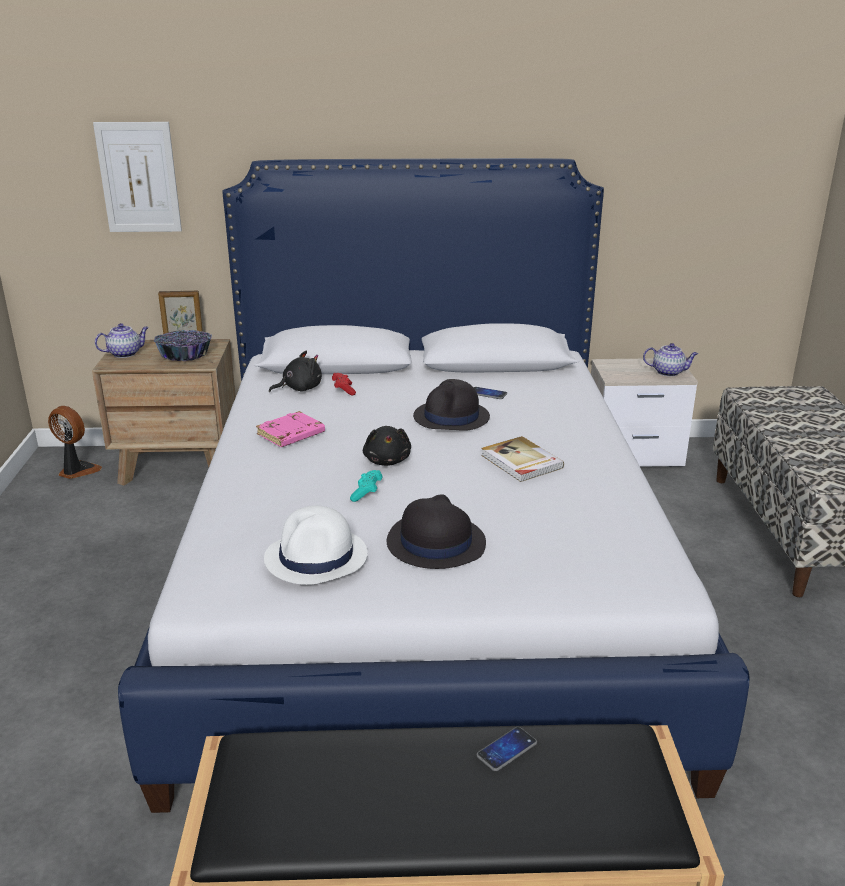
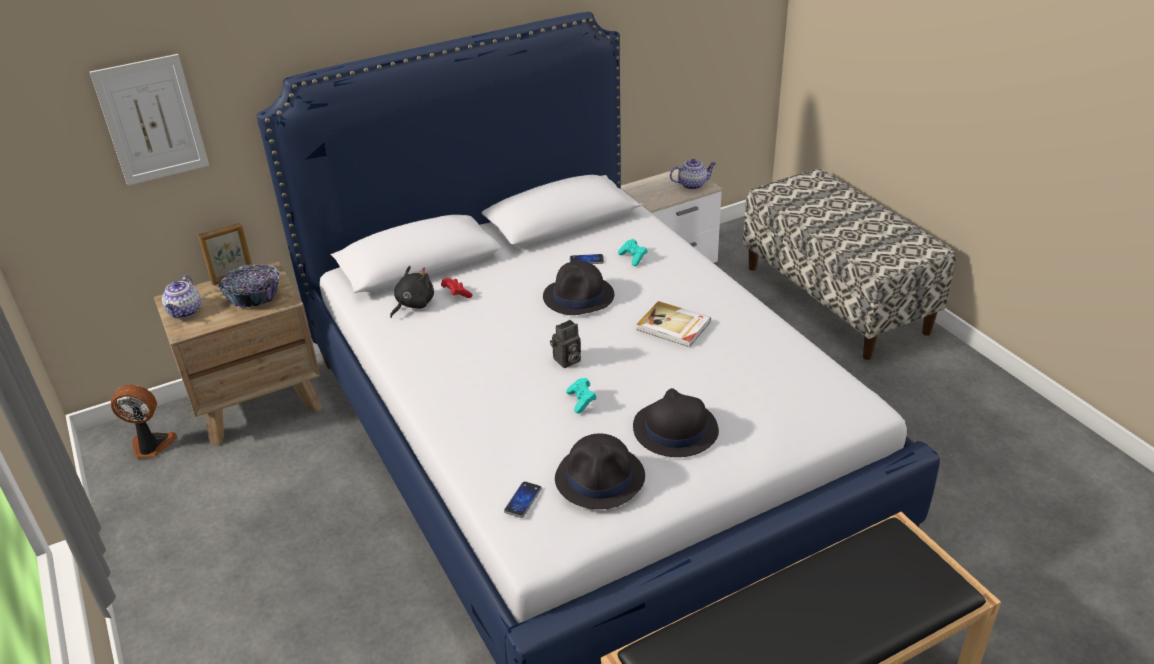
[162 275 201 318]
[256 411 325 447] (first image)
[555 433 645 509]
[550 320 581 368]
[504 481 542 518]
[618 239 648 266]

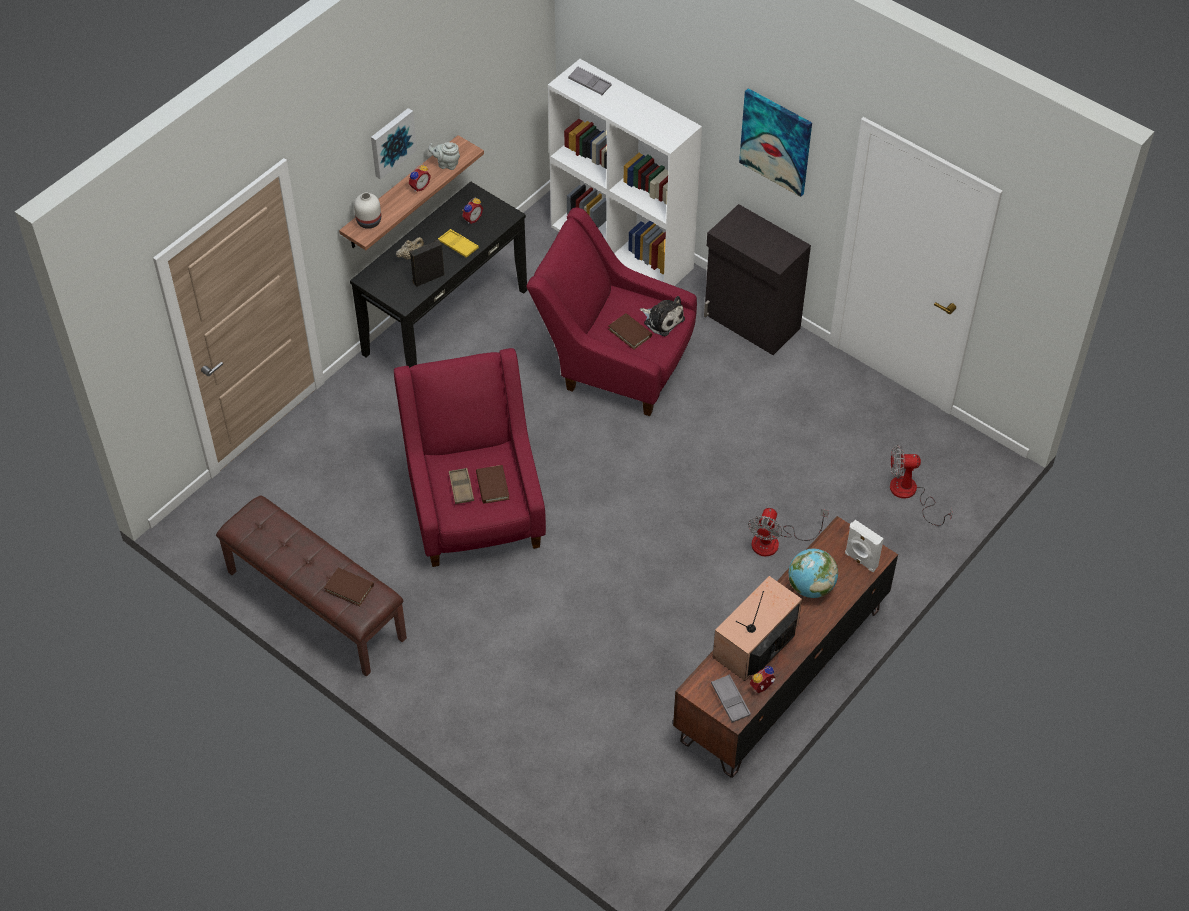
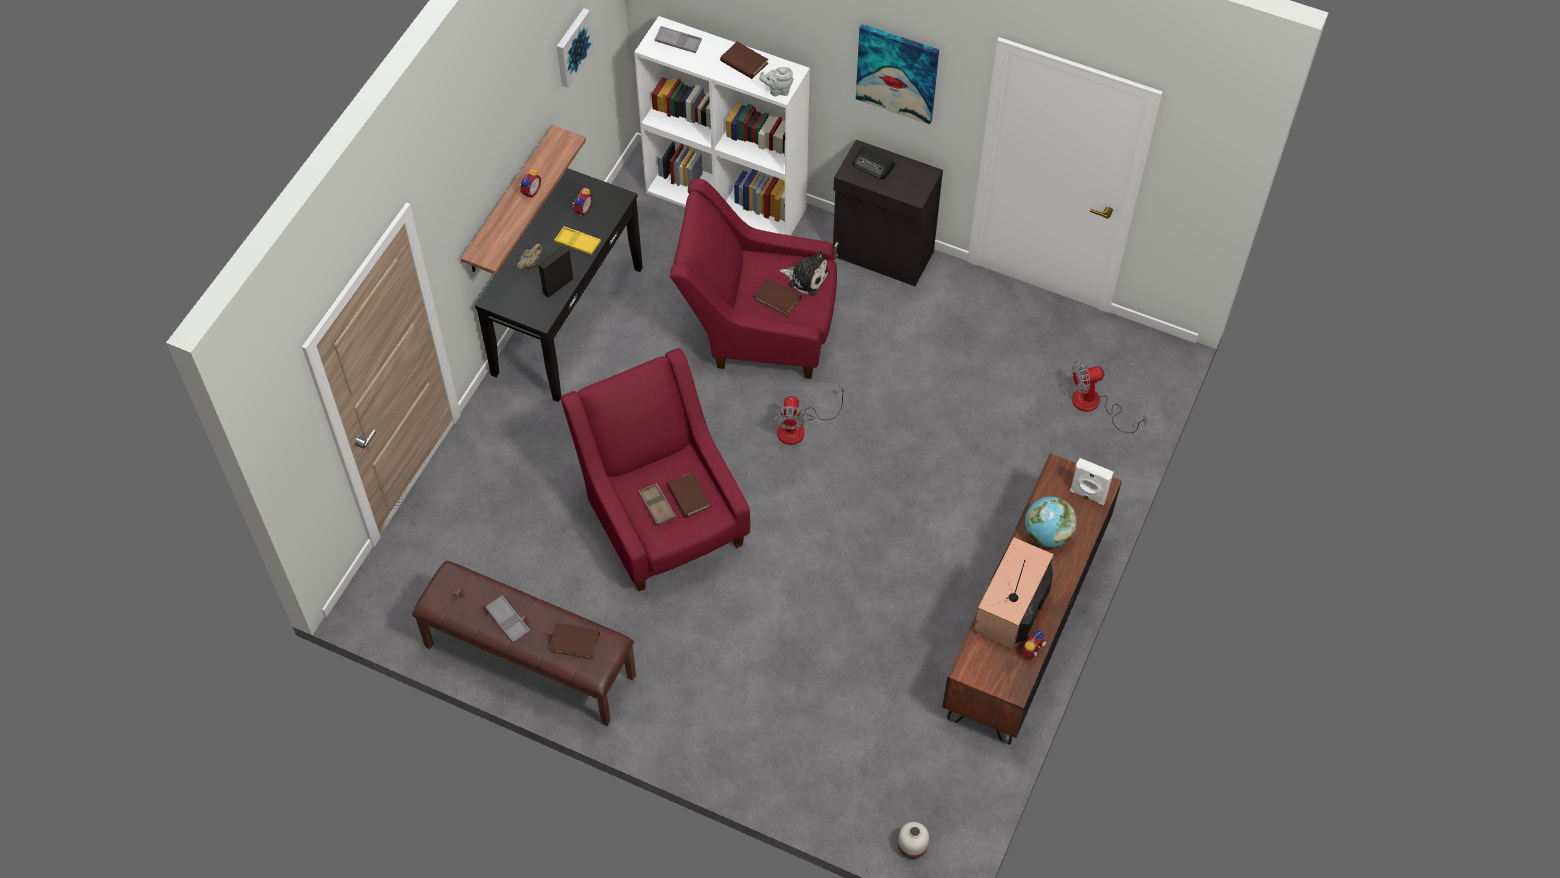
[898 822 929 859]
[557 8 594 88]
[759 67 794 96]
[485 595 530 643]
[773 385 847 445]
[720 41 768 79]
[853 147 895 179]

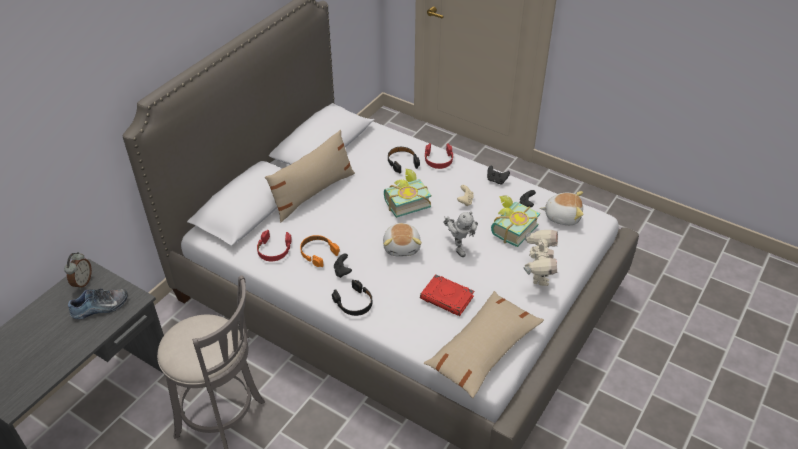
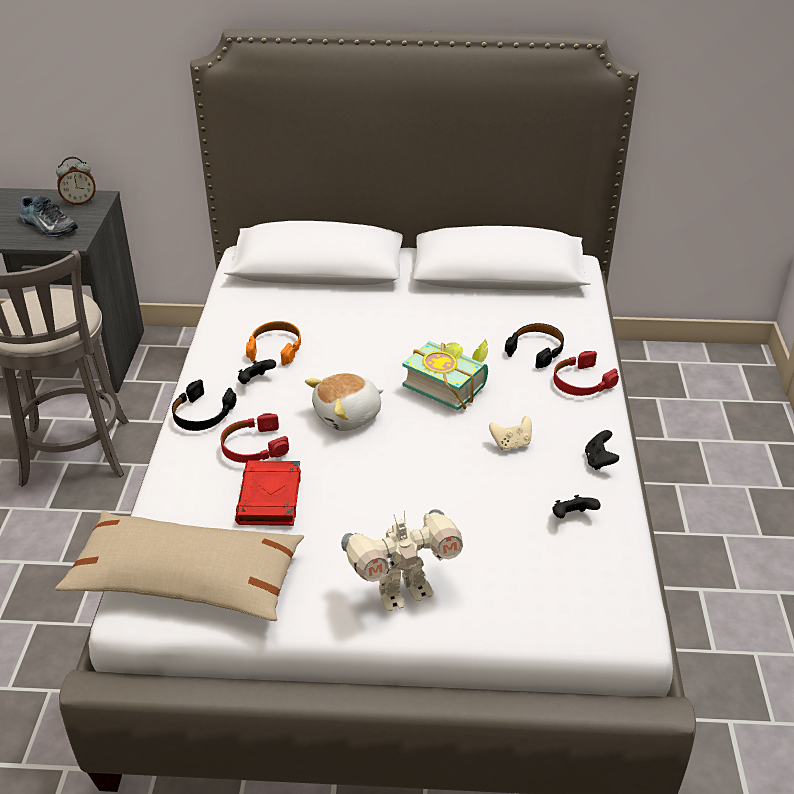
[221 413 289 463]
[265 130 355 222] (first image)
[443 211 478 257] (first image)
[491 196 540 247] (first image)
[540 191 584 225] (first image)

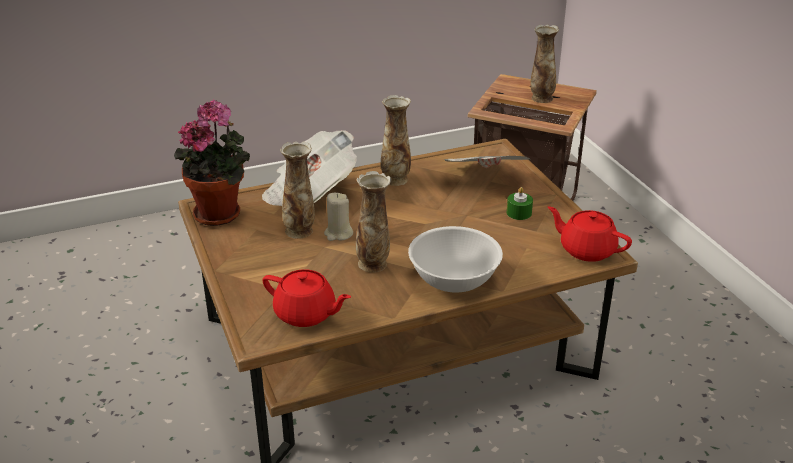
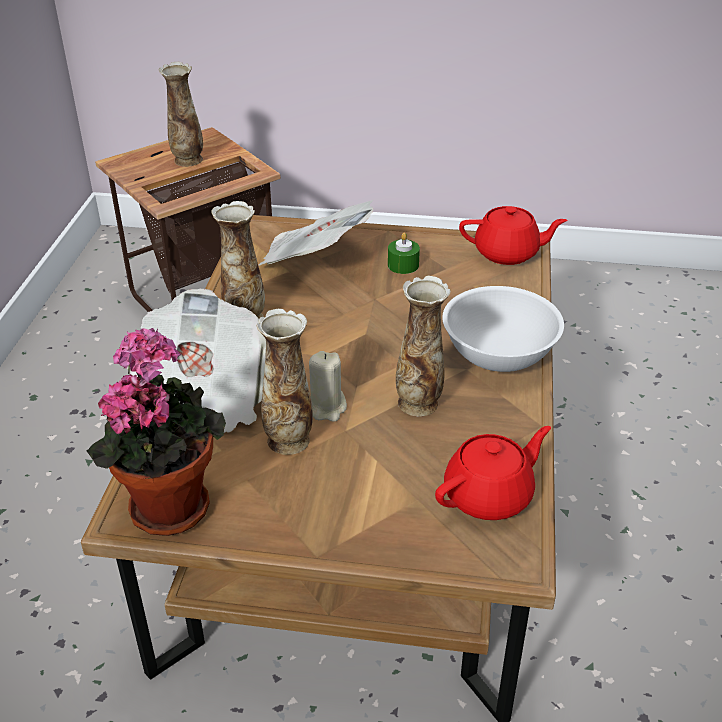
[459 206 567 265]

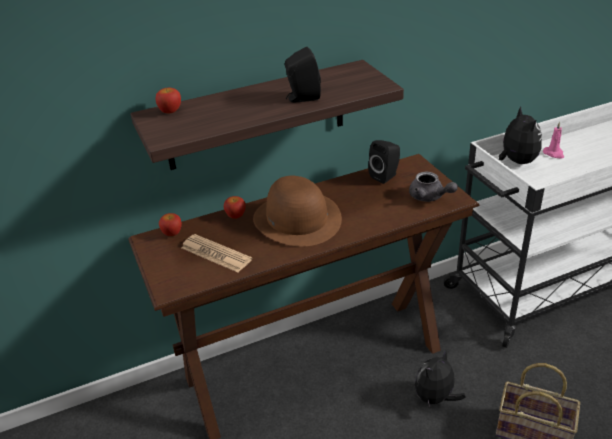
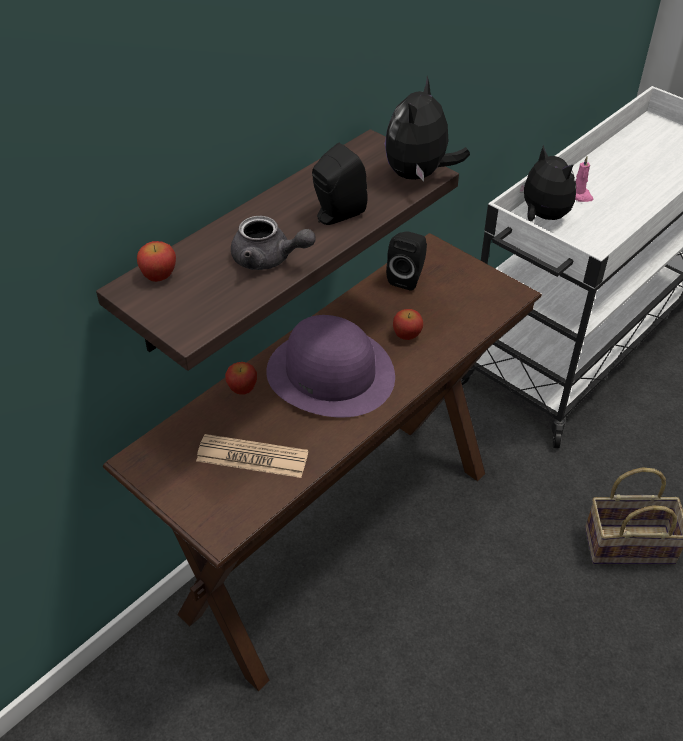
[393 309 423 340]
[266 315 395 417]
[231 216 316 270]
[385 76 470 182]

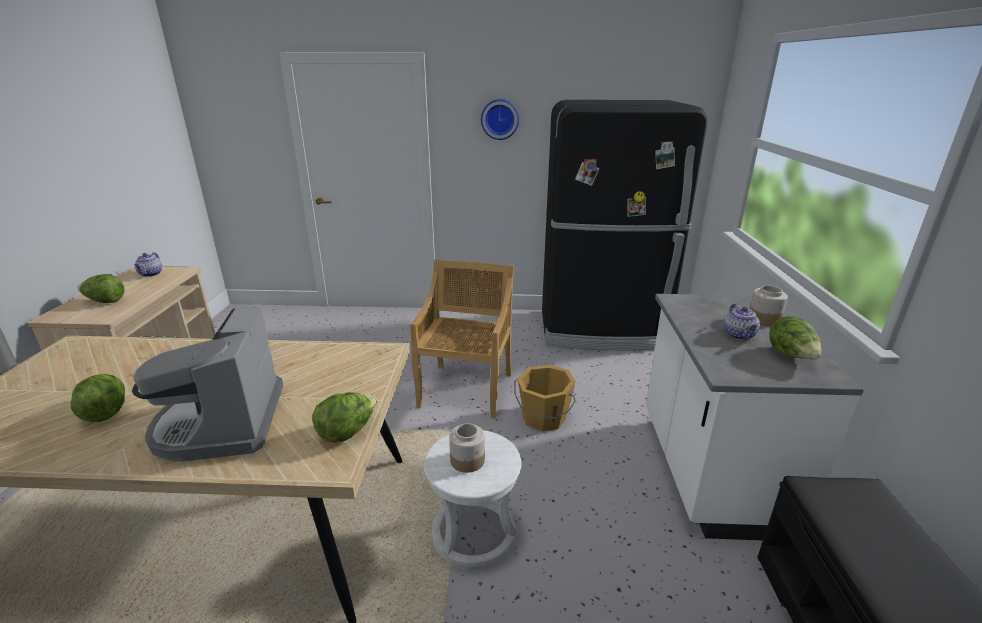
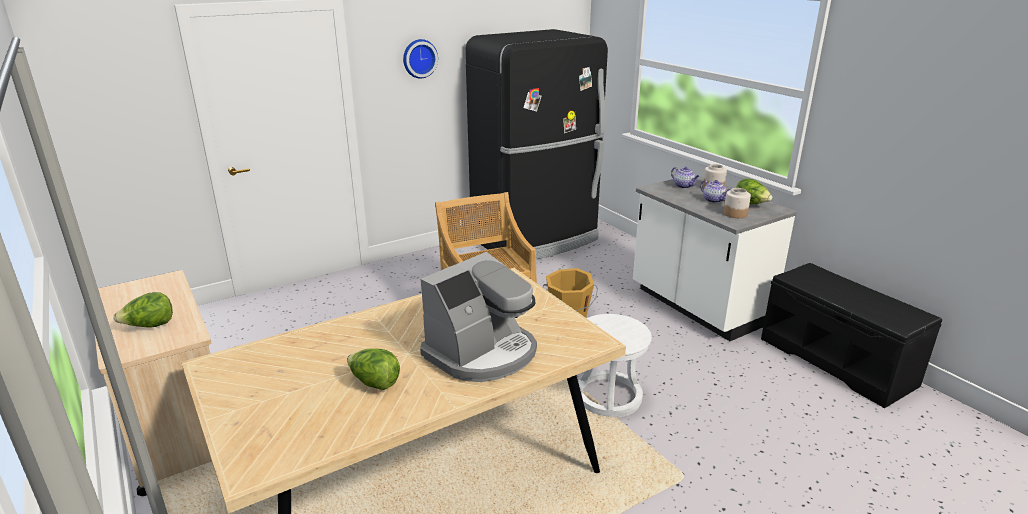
[420 252 537 382]
[671 167 700 188]
[312 392 377 443] (first image)
[724 188 751 218]

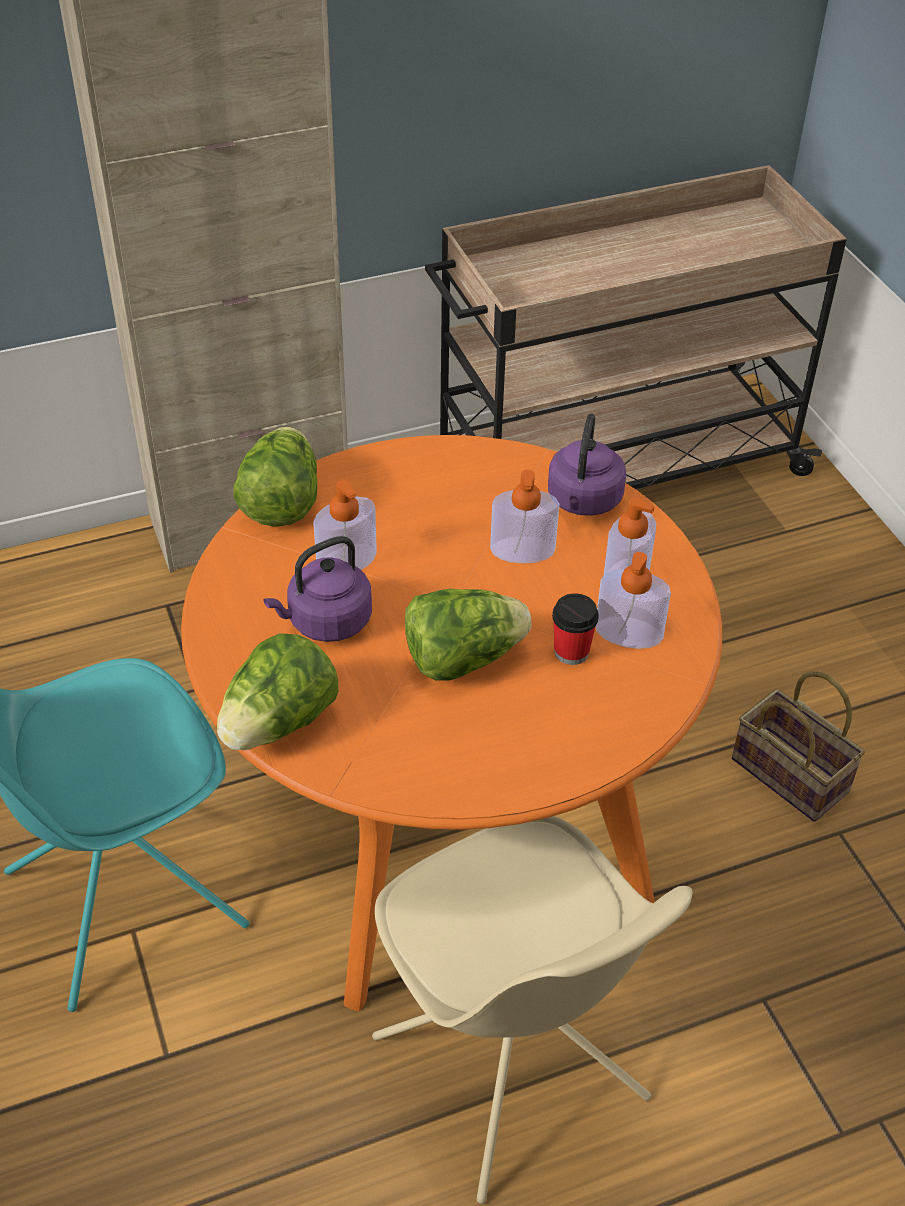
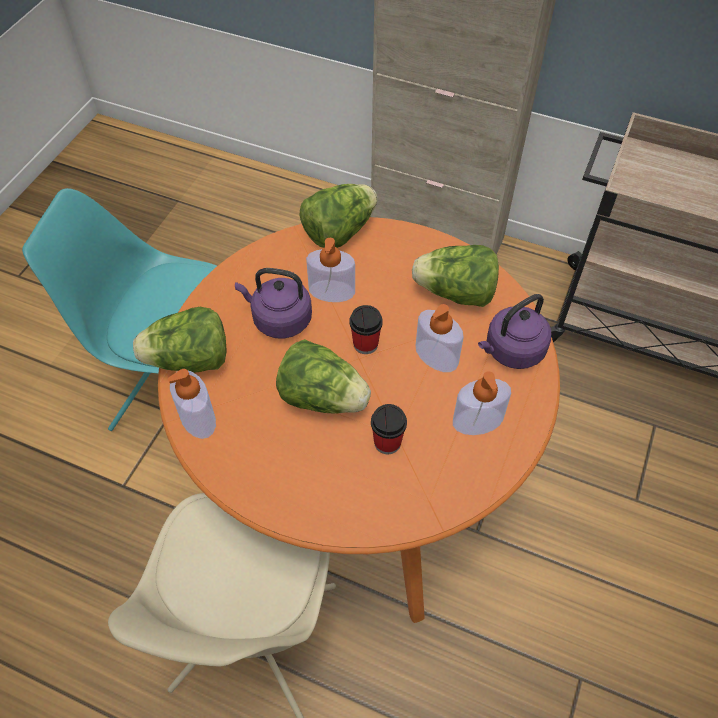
[168 369 216 439]
[732 671 865 822] (first image)
[349 305 383 354]
[412 245 499 307]

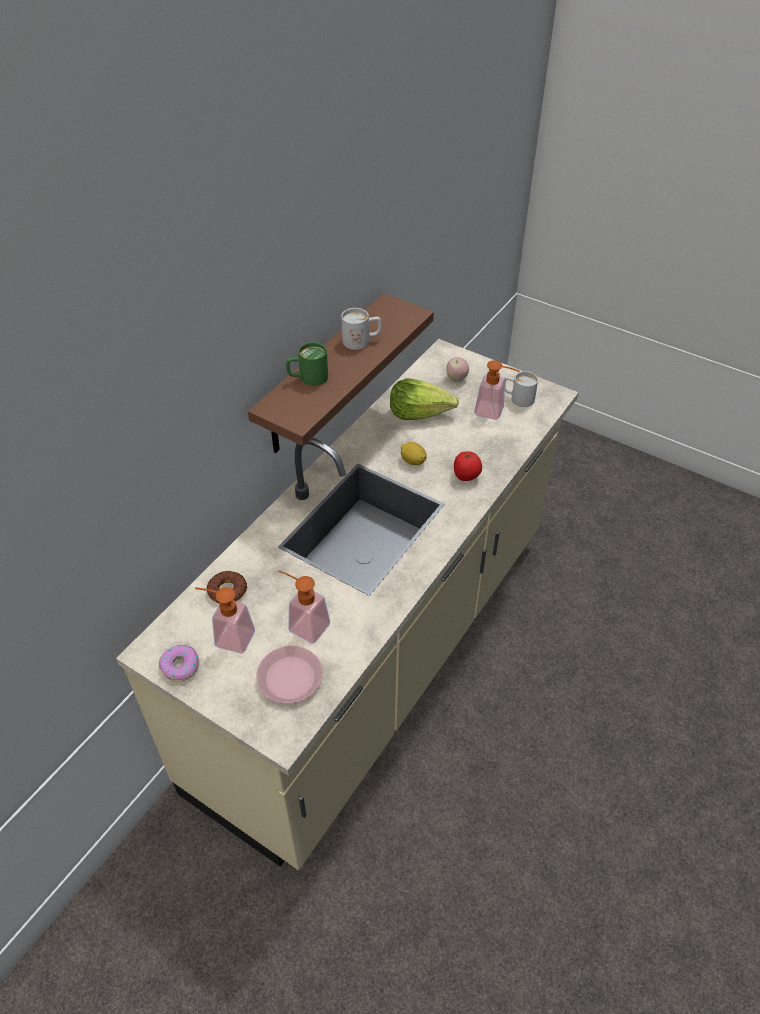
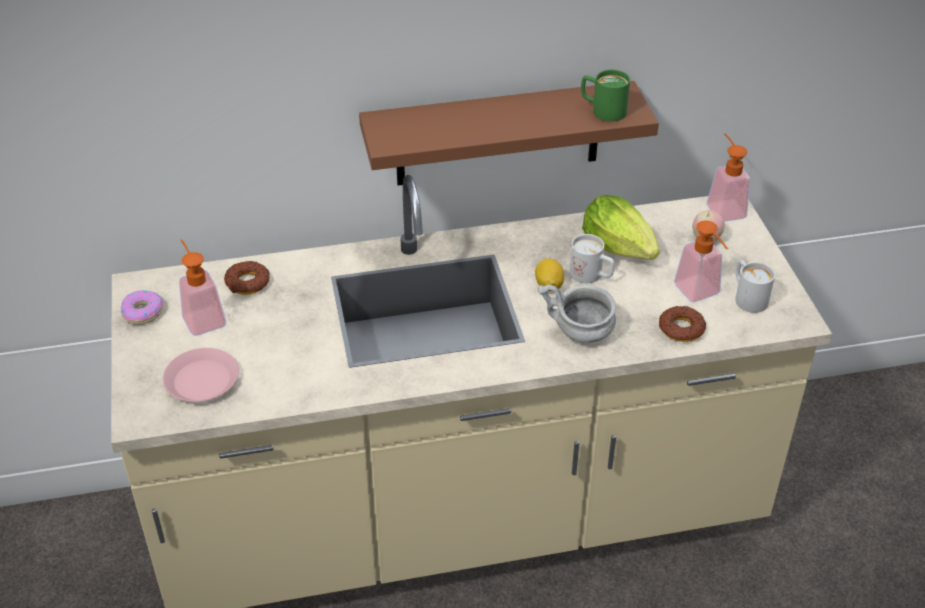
[707 133 750 222]
[581 70 630 122]
[570 234 614 283]
[538 285 616 343]
[659 306 706 342]

